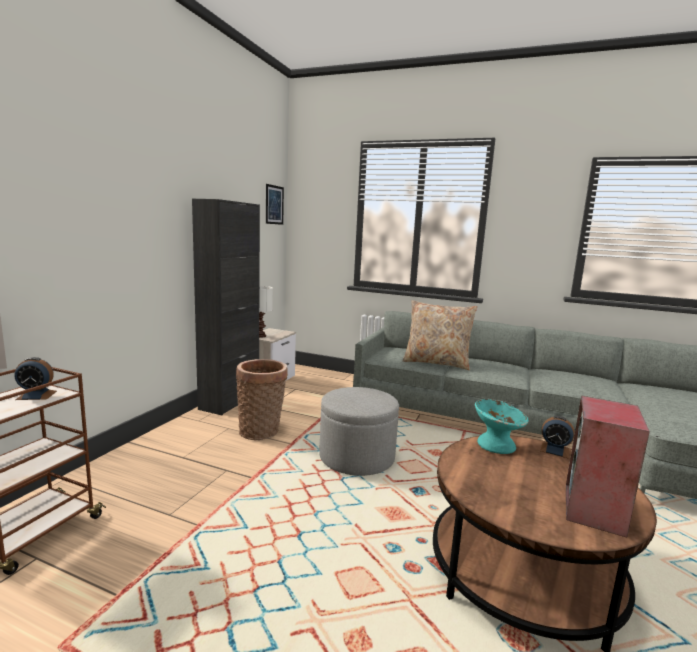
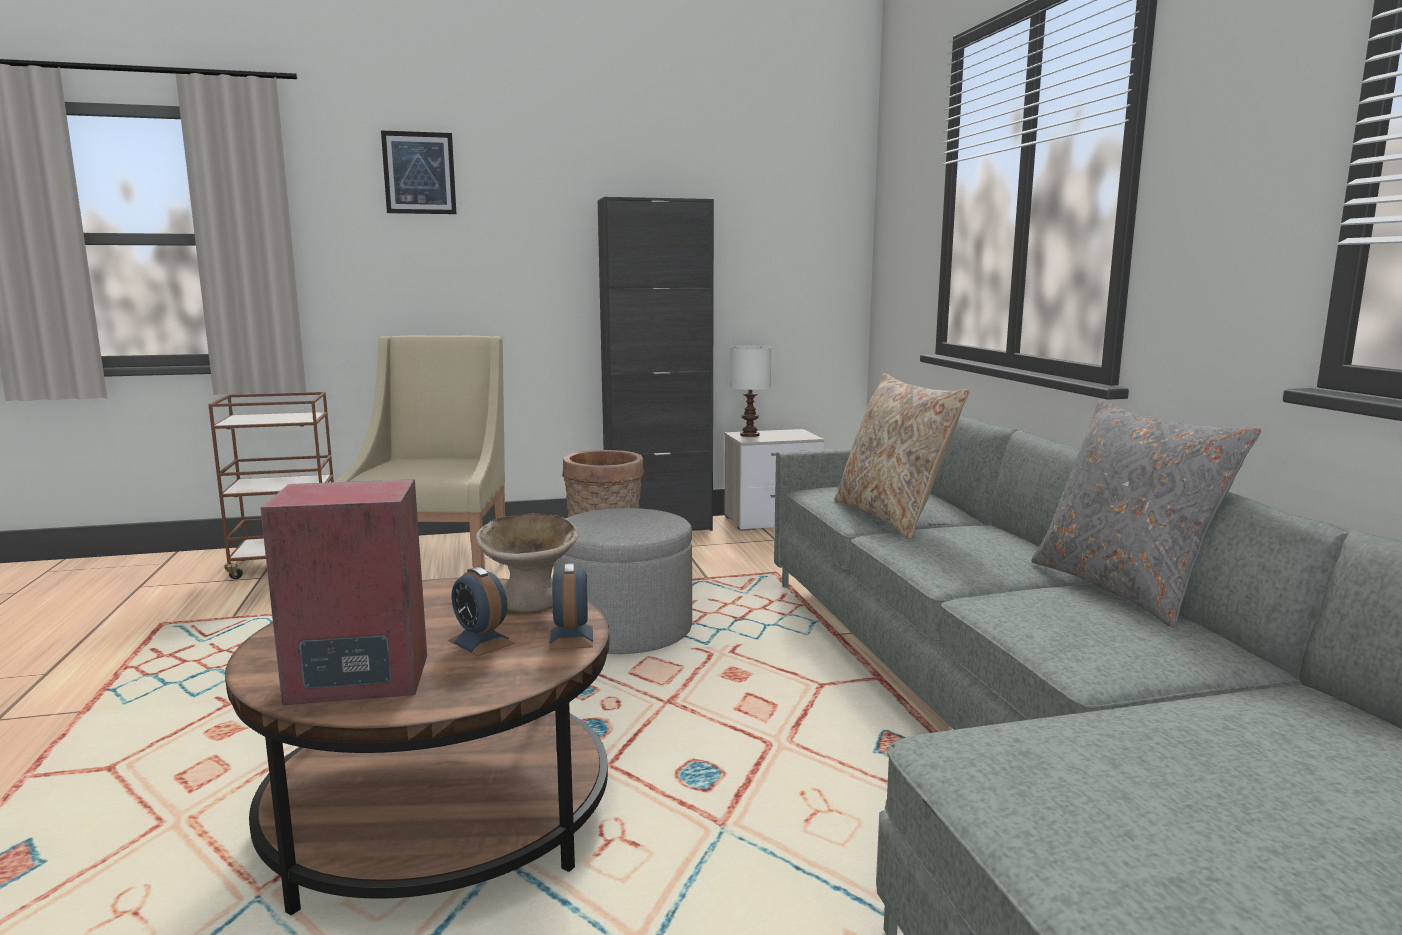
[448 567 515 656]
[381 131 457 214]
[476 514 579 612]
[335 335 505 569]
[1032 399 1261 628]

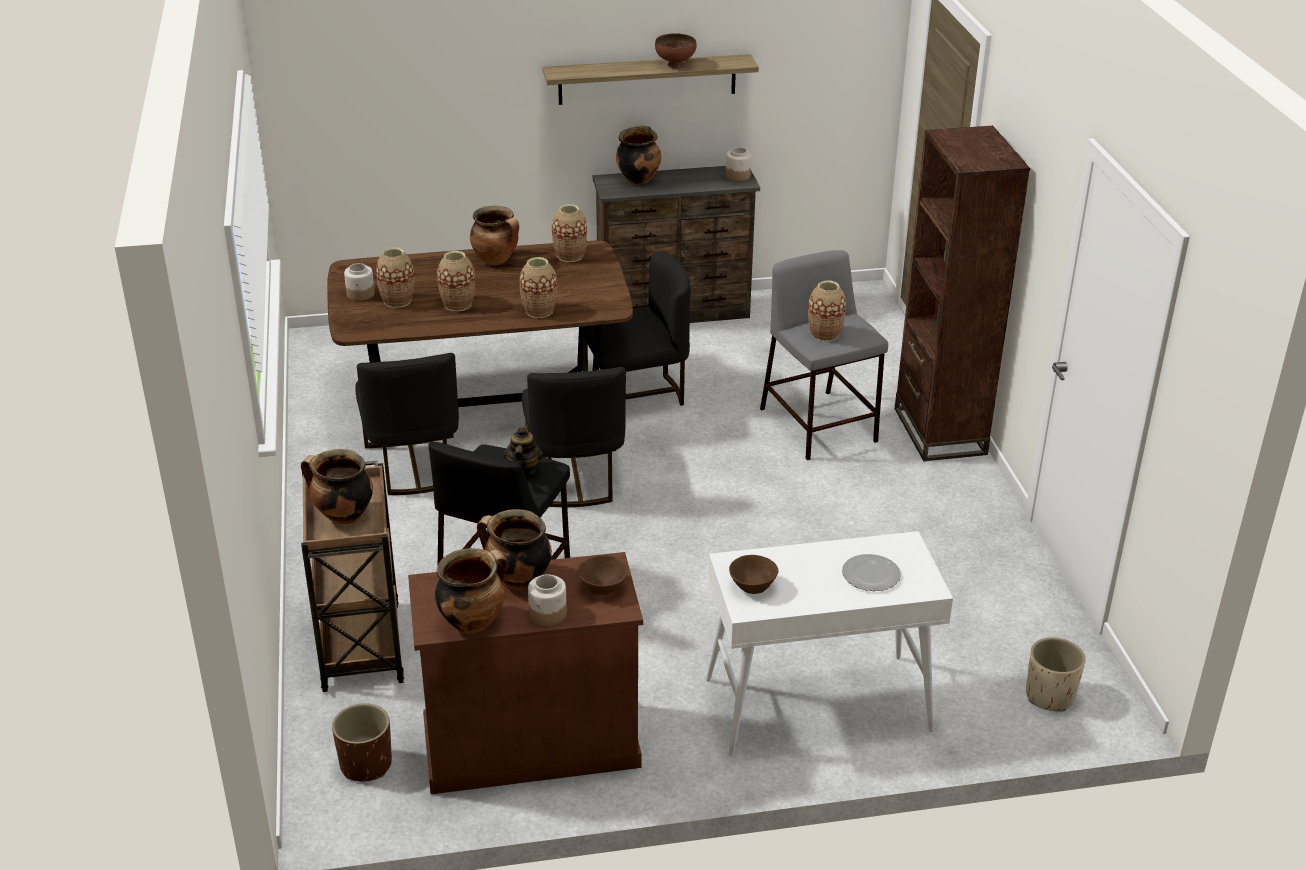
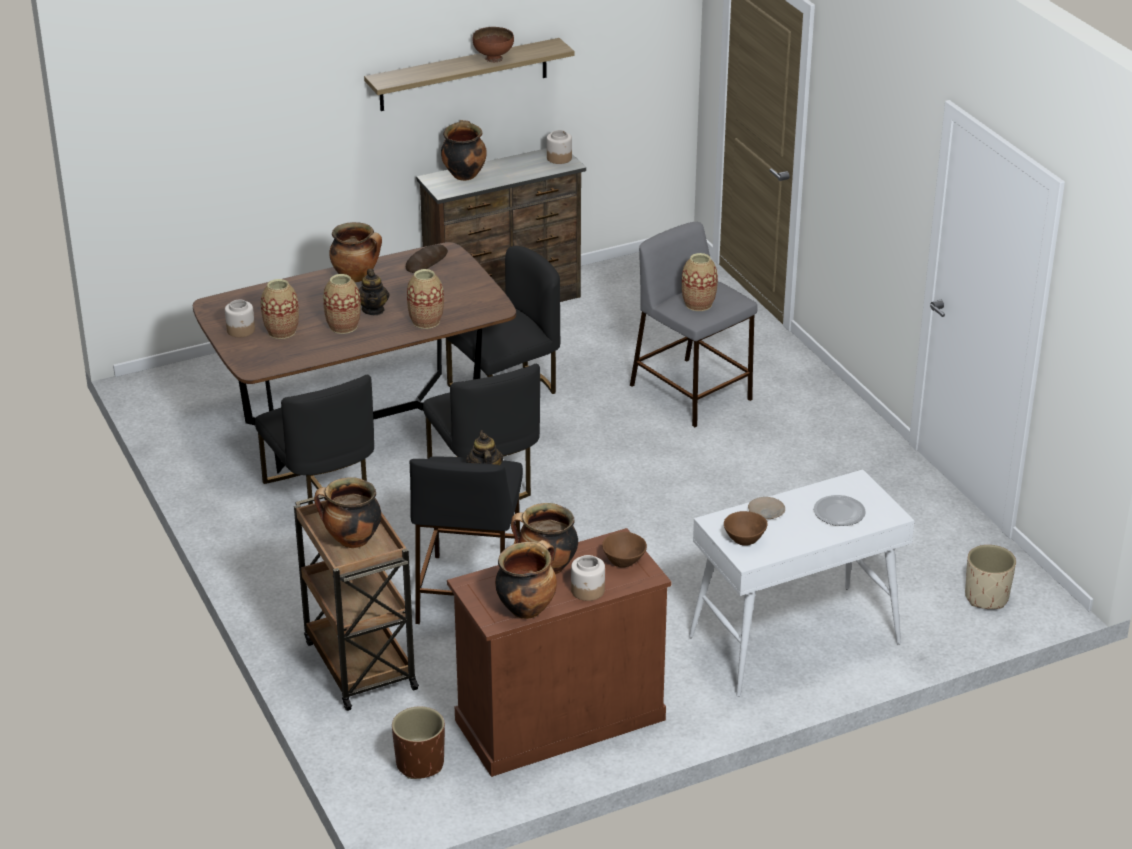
[406 244 448 273]
[895 126 1030 461] (first image)
[359 269 390 315]
[748 497 785 519]

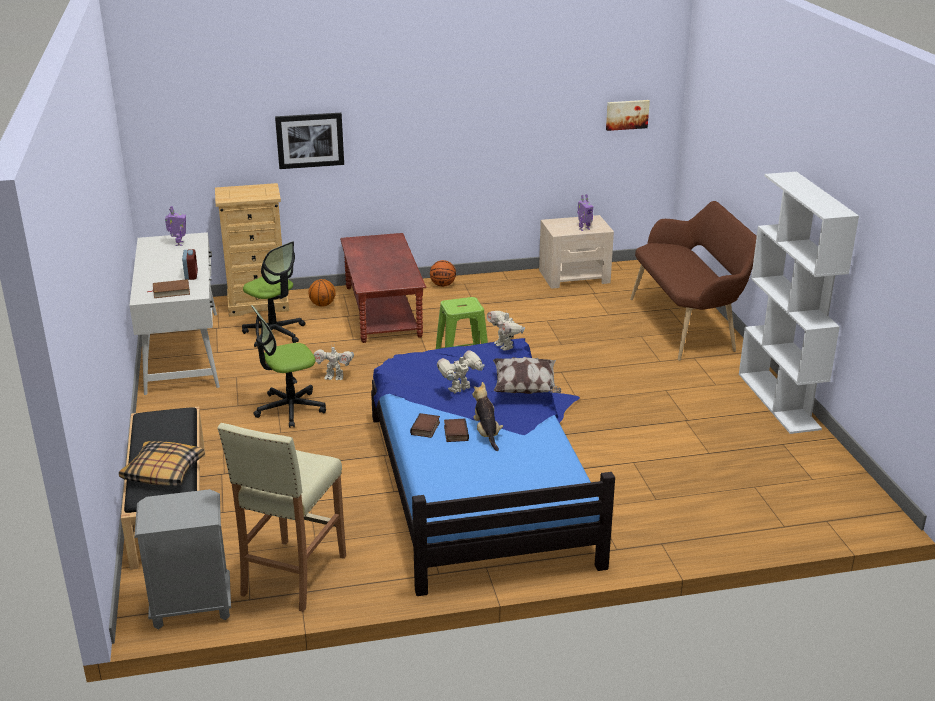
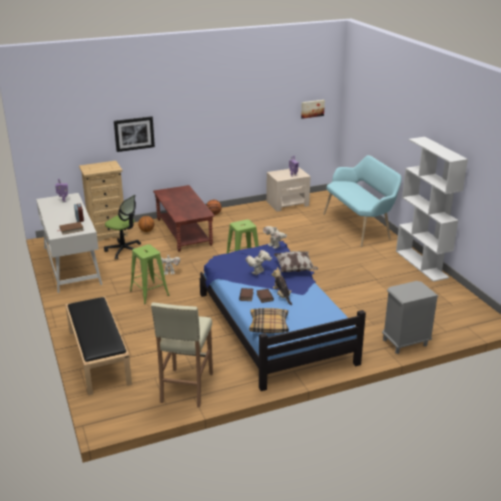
[249 308 289 333]
[382 281 439 354]
[130 244 169 304]
[324 155 402 247]

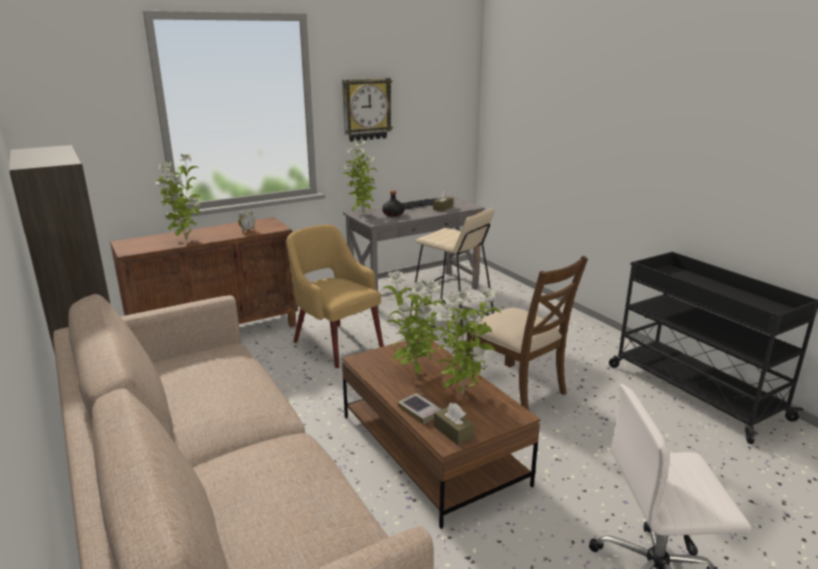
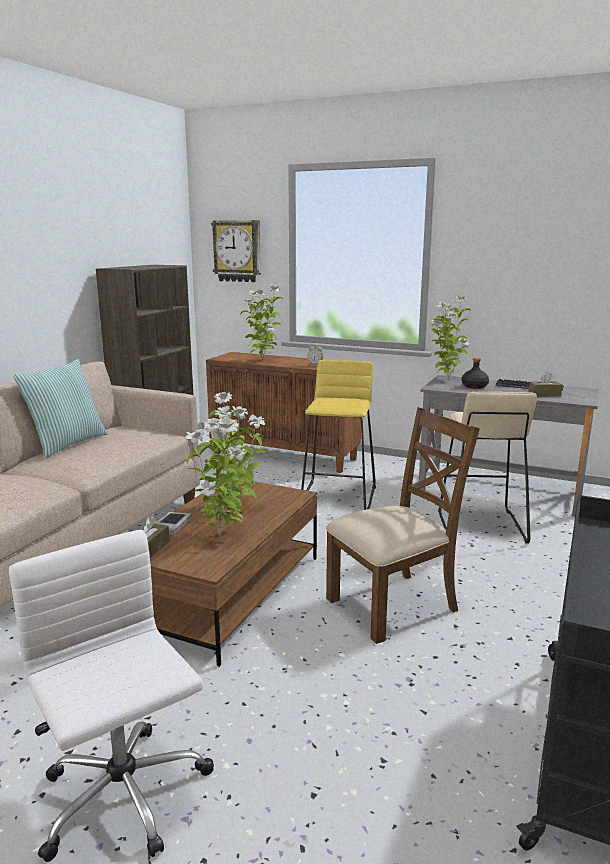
[301 360 376 510]
[211 220 261 282]
[326 407 480 644]
[13 359 108 458]

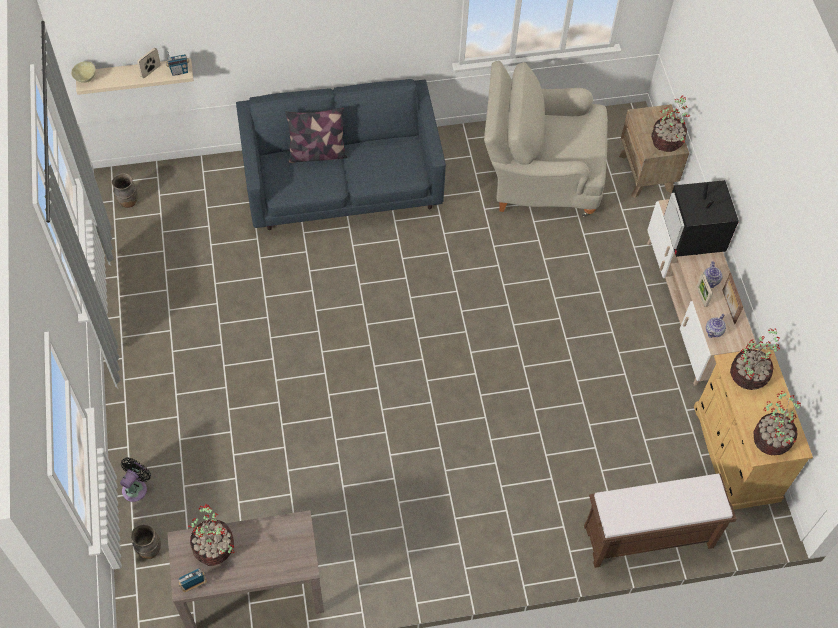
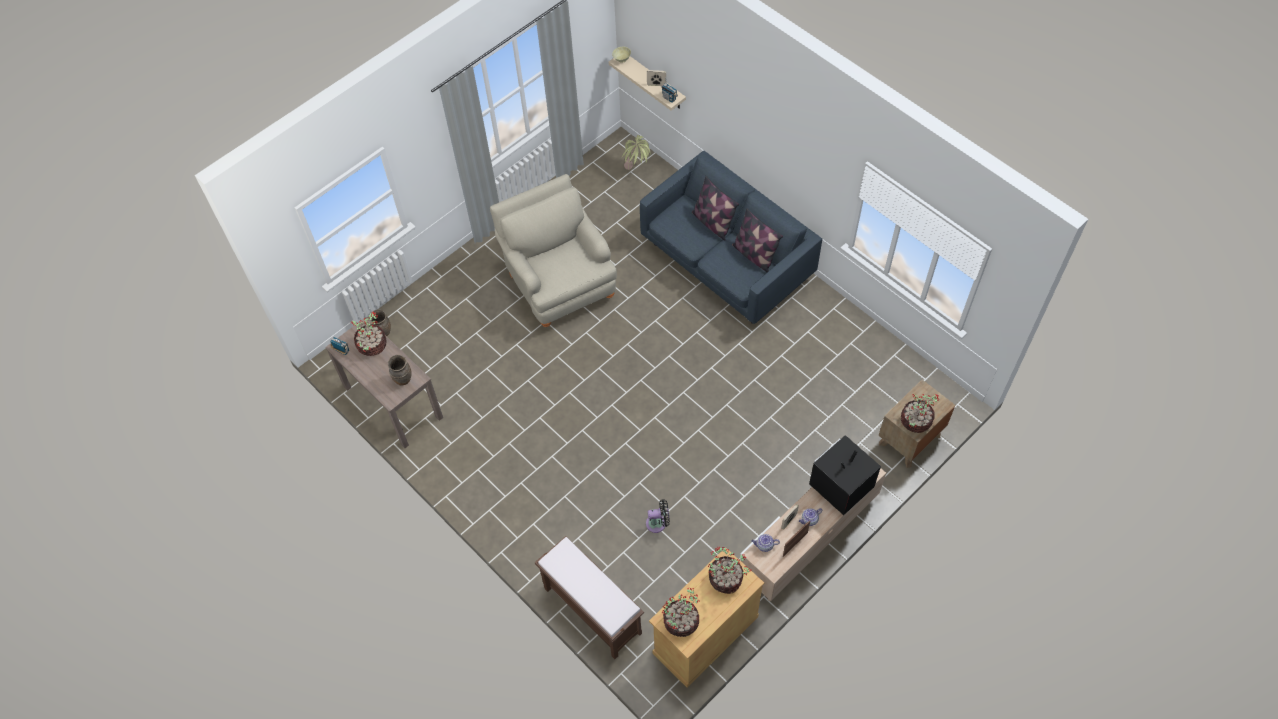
[388 355 412 386]
[646 500 670 533]
[490 174 617 327]
[622 135 651 170]
[732 208 783 272]

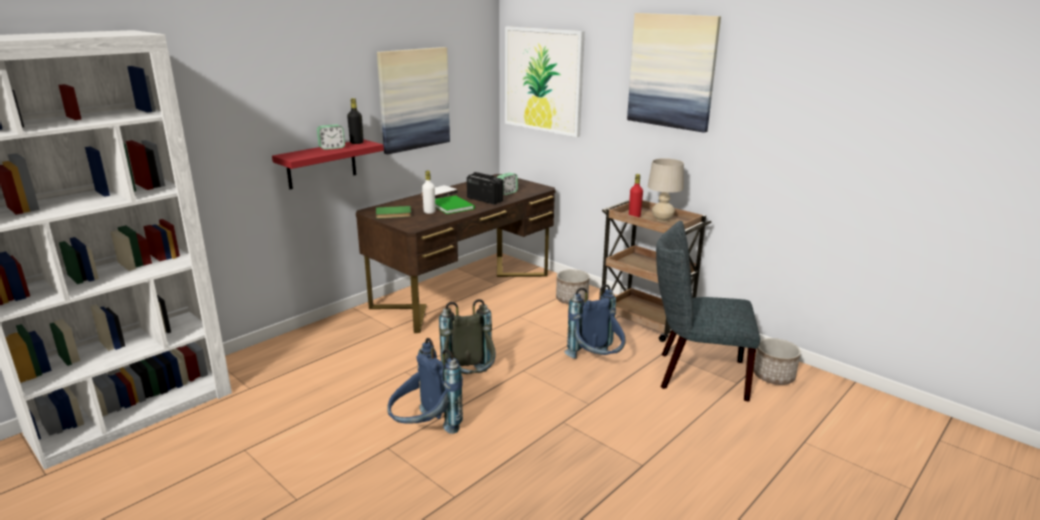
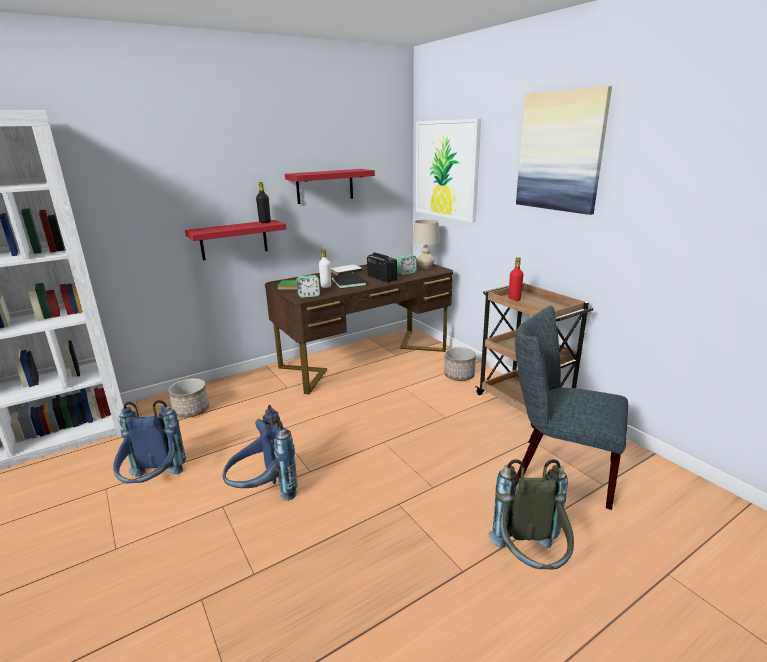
[296 275 320 298]
[285 169 375 204]
[332 273 368 289]
[488 459 574 569]
[113 400 186 483]
[412 220 440 269]
[168 378 209 418]

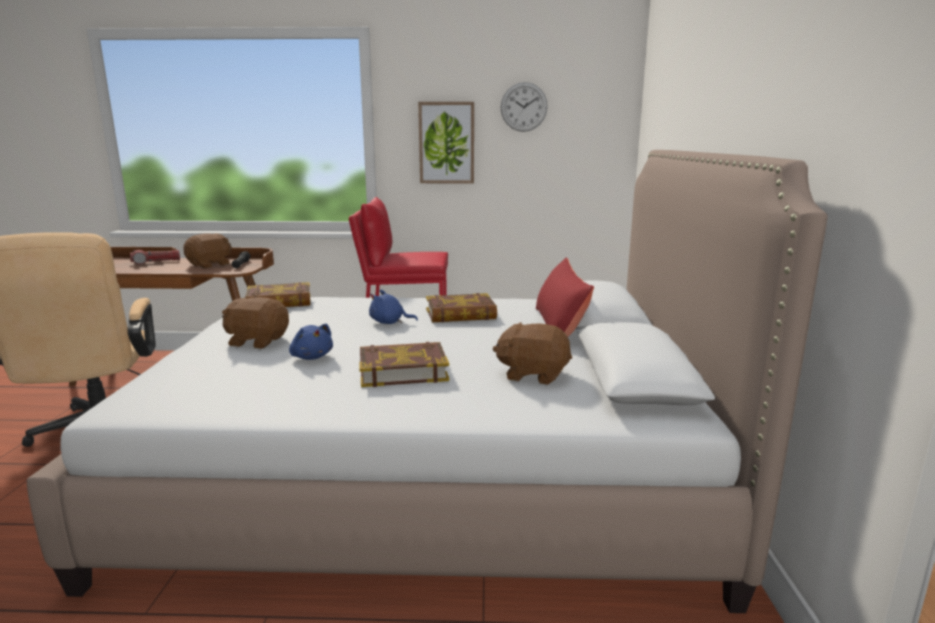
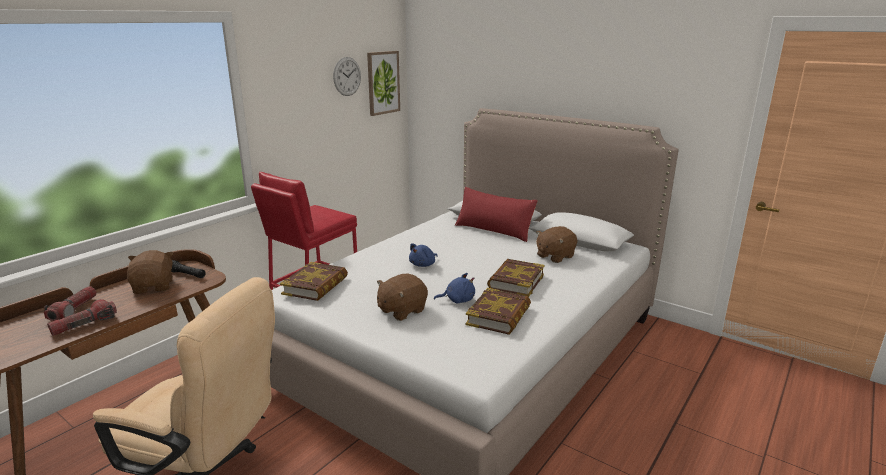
[367 51 400 116]
[466 288 531 335]
[47 299 117 336]

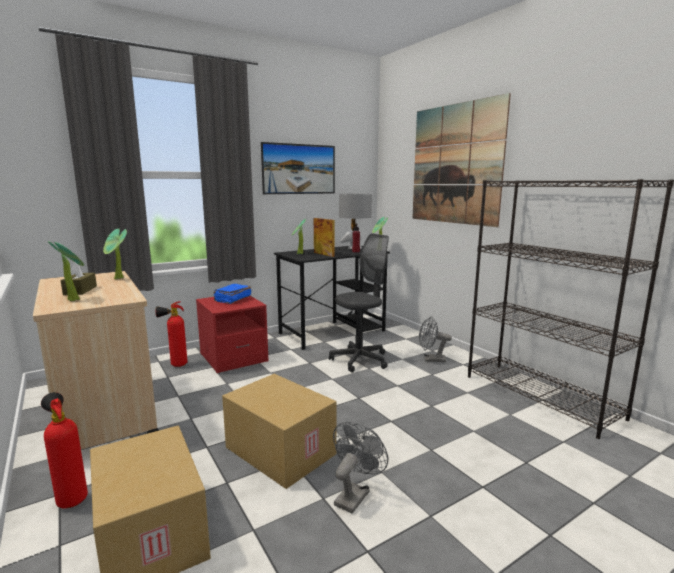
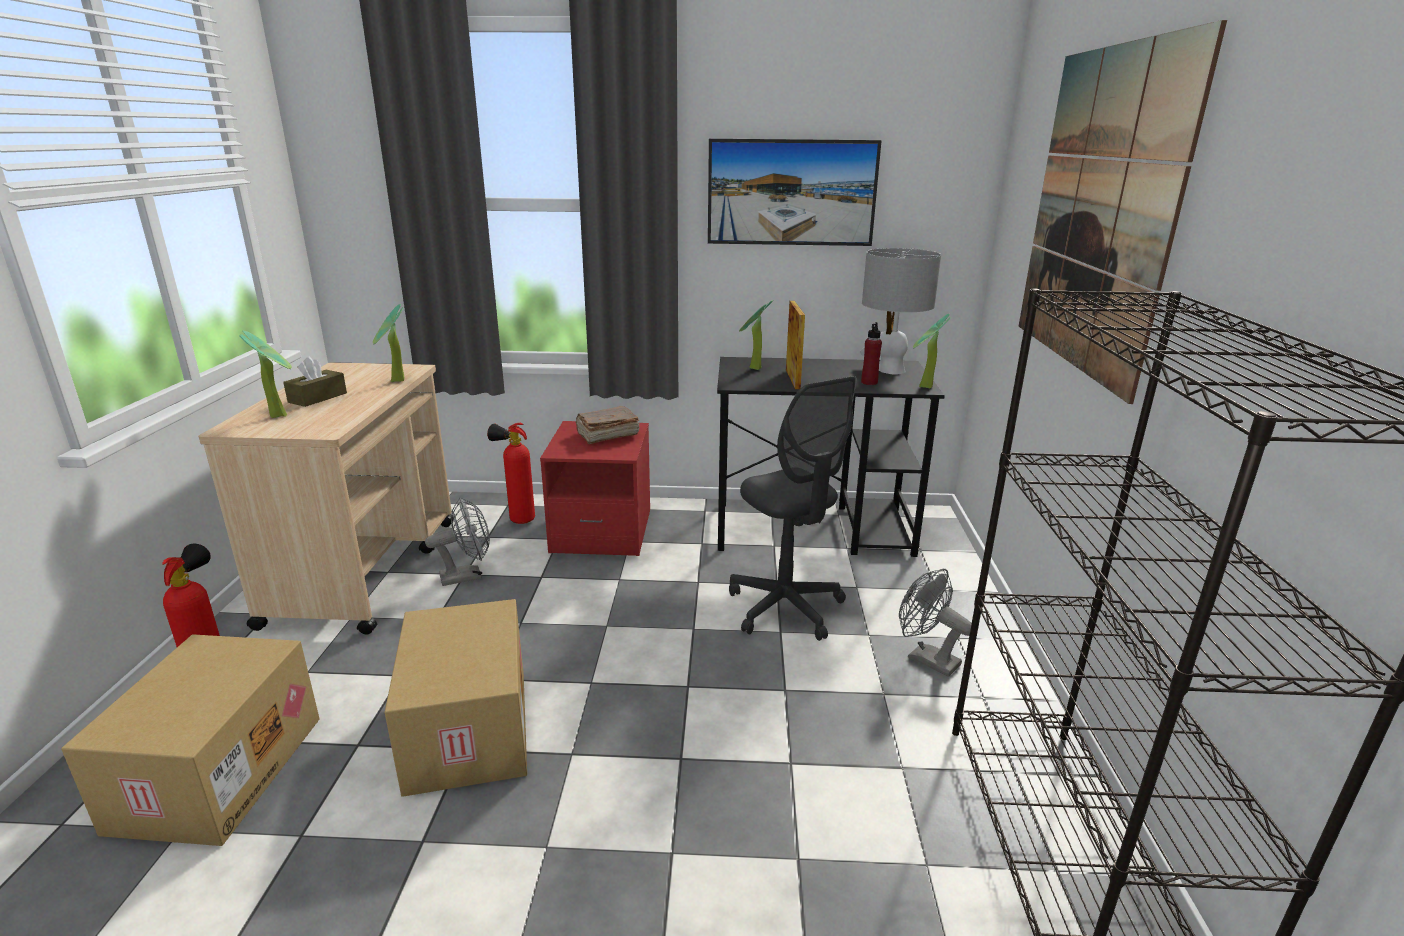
[575 406 639 444]
[729 376 857 641]
[425 497 490 586]

